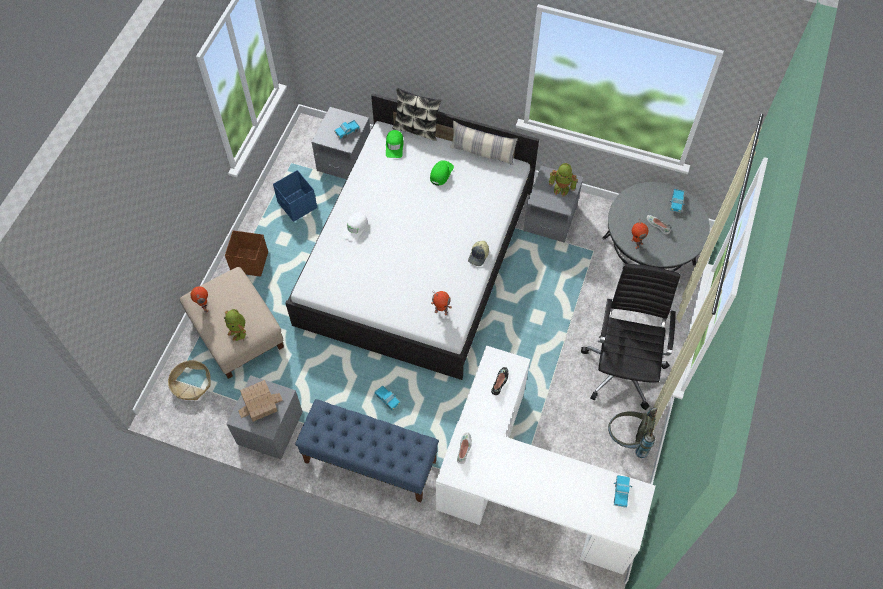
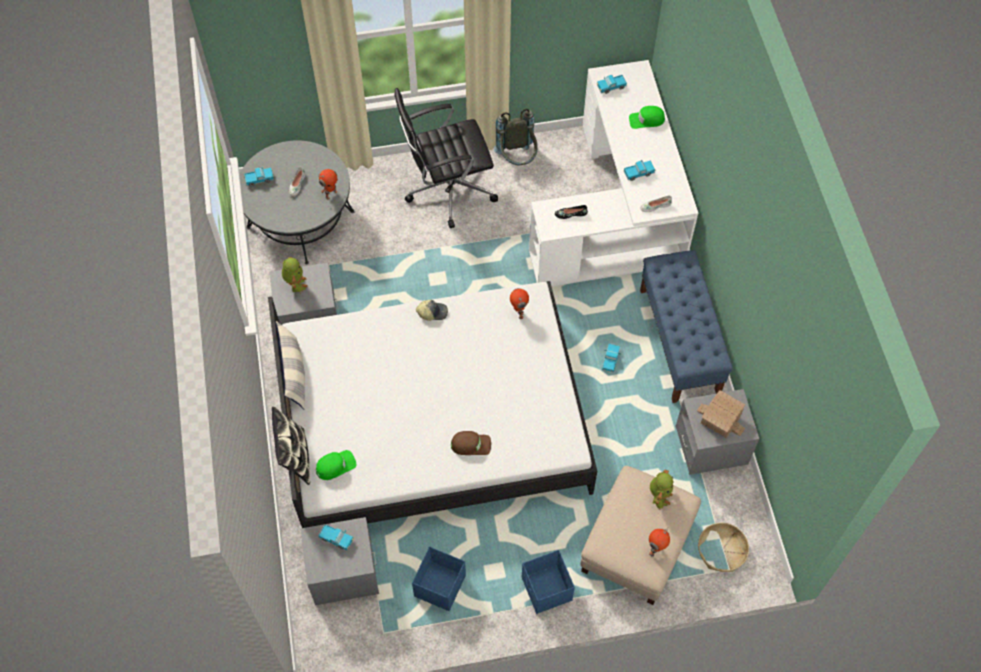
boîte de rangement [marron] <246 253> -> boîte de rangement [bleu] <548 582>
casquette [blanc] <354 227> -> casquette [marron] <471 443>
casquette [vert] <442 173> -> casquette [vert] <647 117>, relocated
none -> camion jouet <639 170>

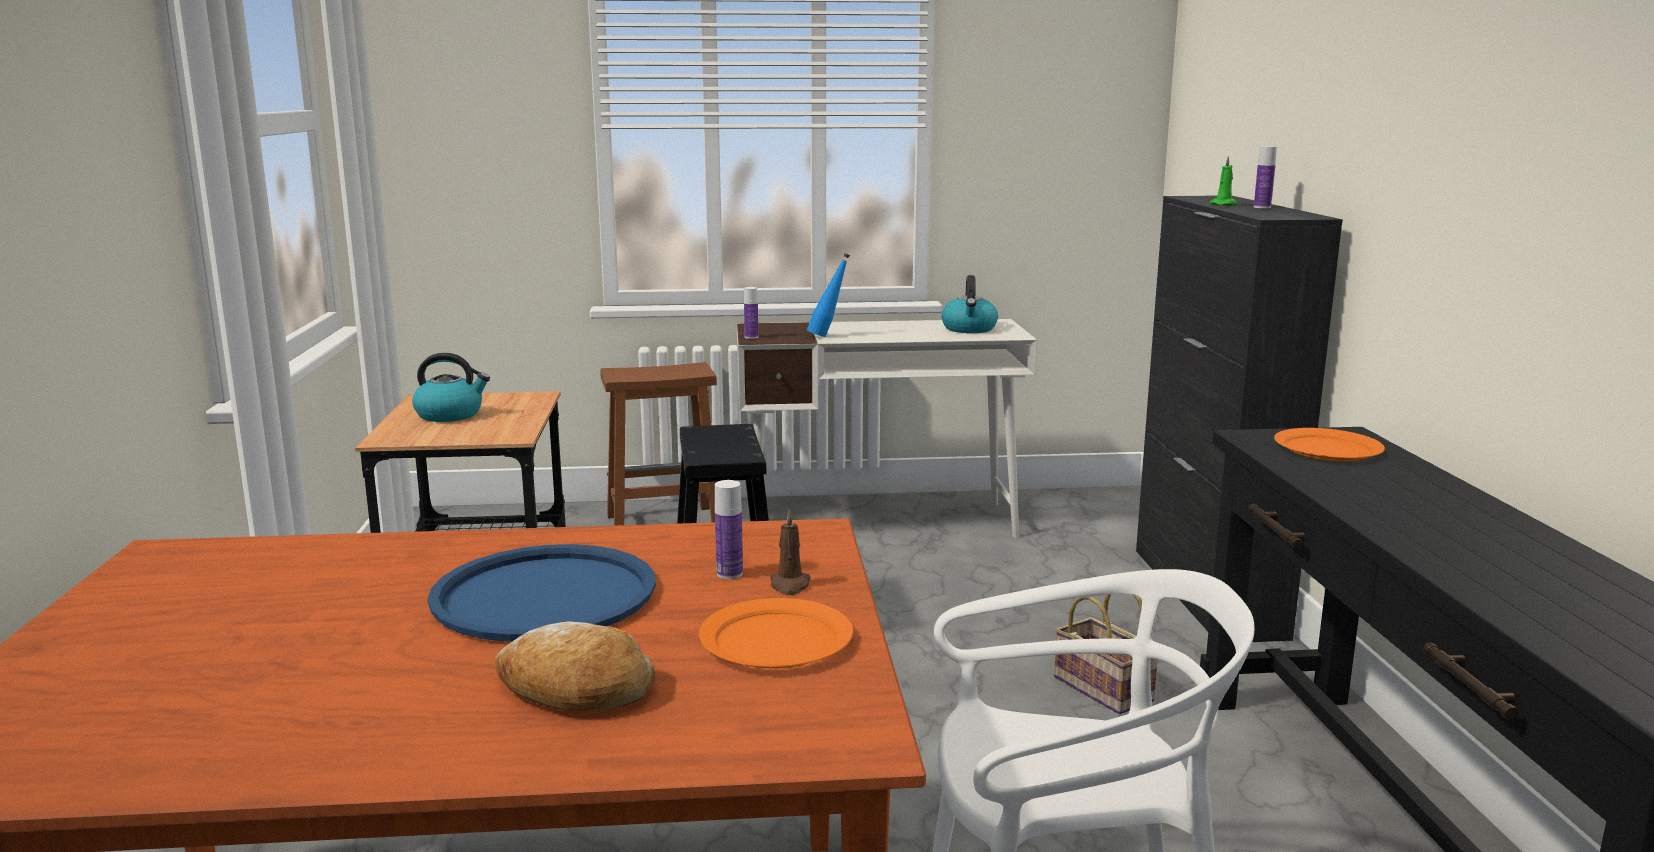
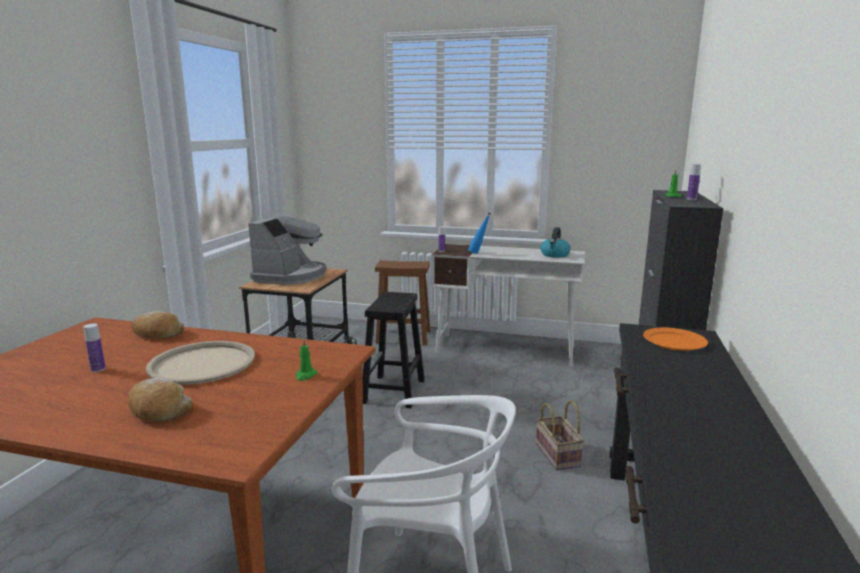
bouilloire <451 387> -> machine à café <287 250>
plateau [bleu] <542 593> -> plateau [beige] <200 363>
assiette [orange] <776 633> -> none
bouteille <729 529> -> bouteille <94 348>, relocated
bougie [marron] <790 552> -> bougie [vert] <307 360>
none -> pain <157 325>

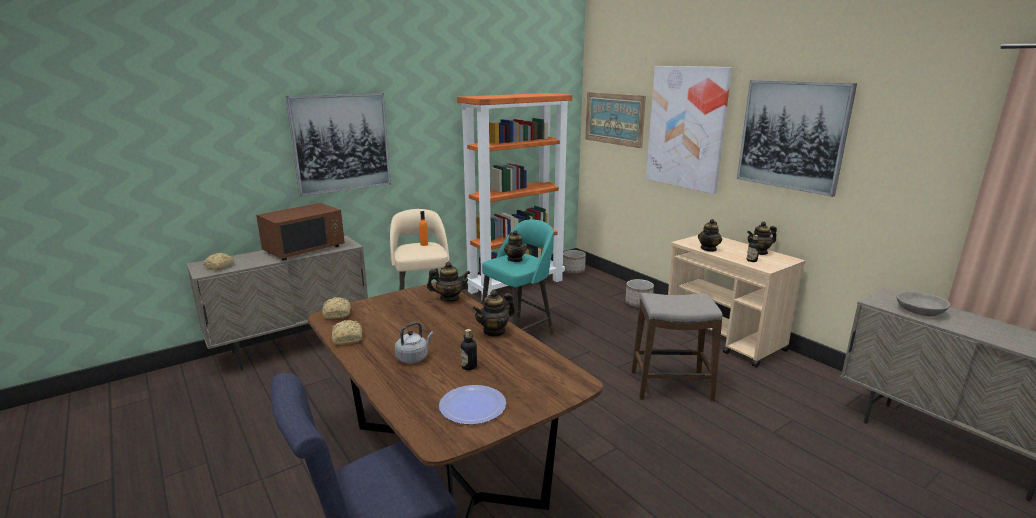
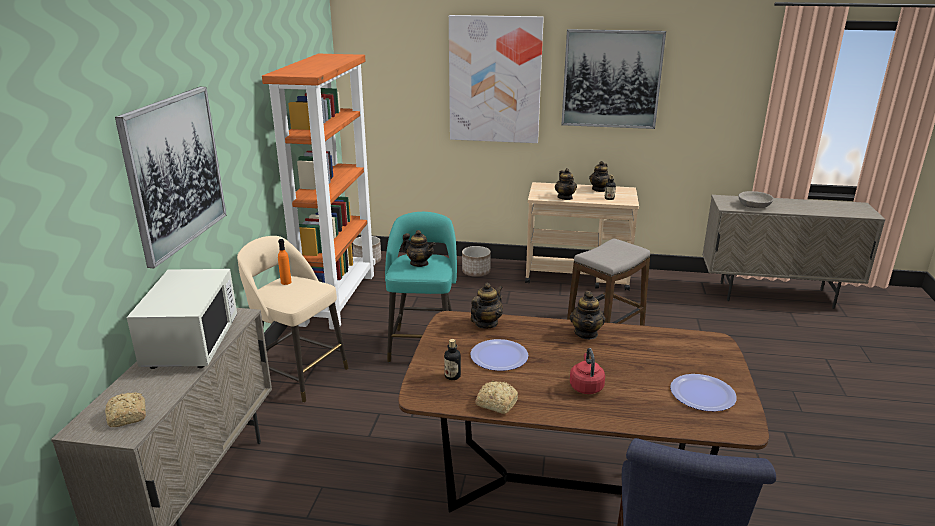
micro-ondes [marron] <300 232> -> micro-ondes [blanc] <181 319>
pain <336 308> -> none
bouilloire [gris] <414 342> -> bouilloire [rouge] <587 371>
bouteille <469 349> -> bouteille <452 359>, relocated
tableau <615 120> -> none
none -> assiette <499 355>

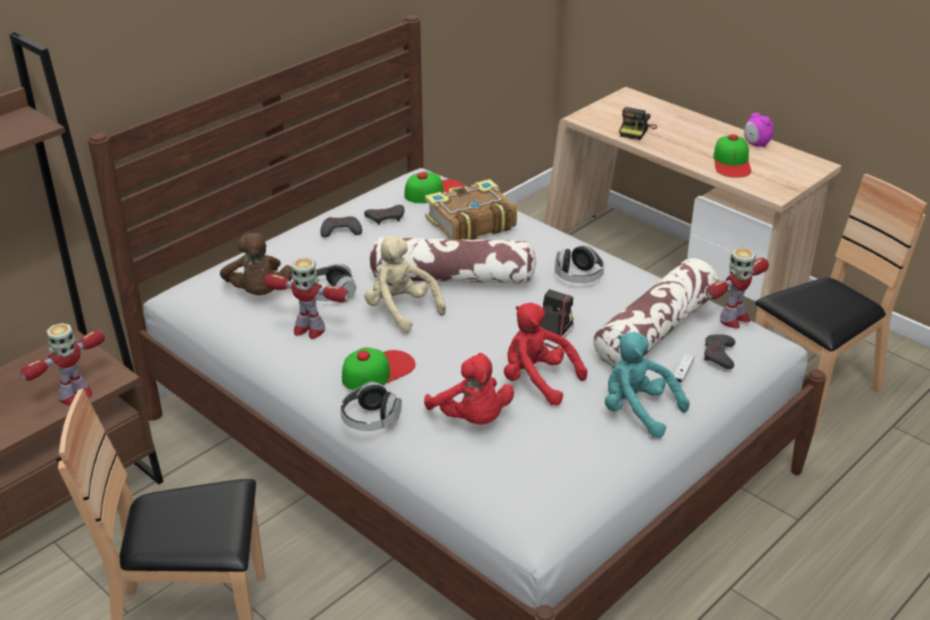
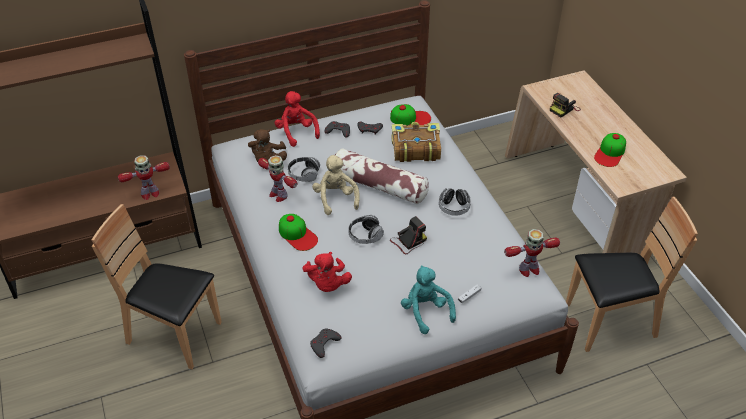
casque audio <371 406> -> casque audio <366 229>, relocated
casquette <378 369> -> casquette <298 232>, 60 degrees clockwise
peluche [rouge] <545 354> -> peluche [rouge] <297 119>, relocated
coussin <656 313> -> none
manette [gris] <719 351> -> manette [gris] <325 343>, relocated
réveil <759 130> -> none

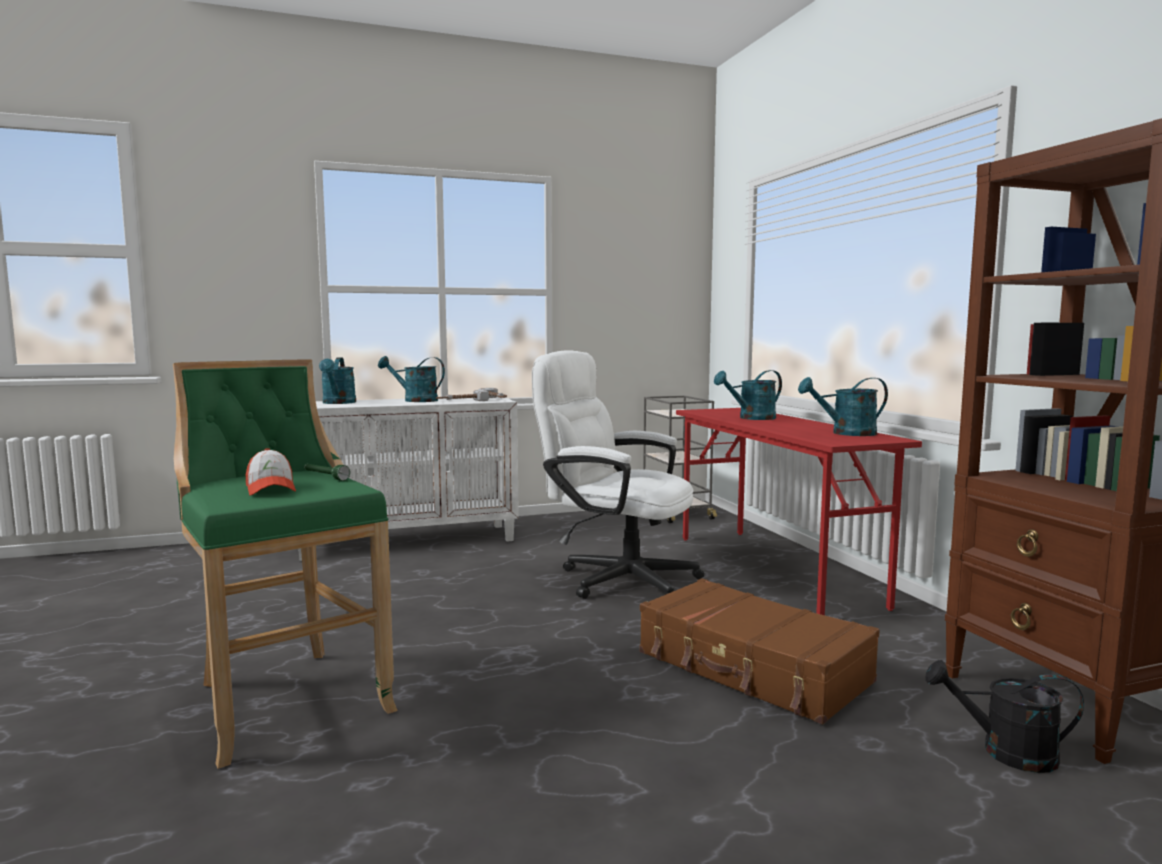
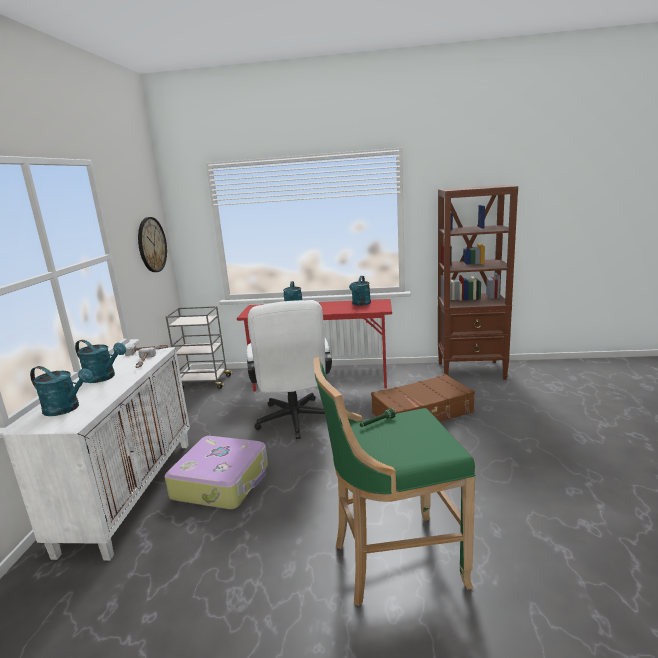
casquette <271 472> -> none
arrosoir [turquoise] <411 379> -> arrosoir [turquoise] <100 361>, 105 degrees counterclockwise
chaise de bureau [blanc] <618 474> -> chaise de bureau [blanc] <289 369>, 60 degrees counterclockwise
arrosoir [noir] <1004 716> -> none
none -> horloge murale <152 244>
none -> valise <216 472>

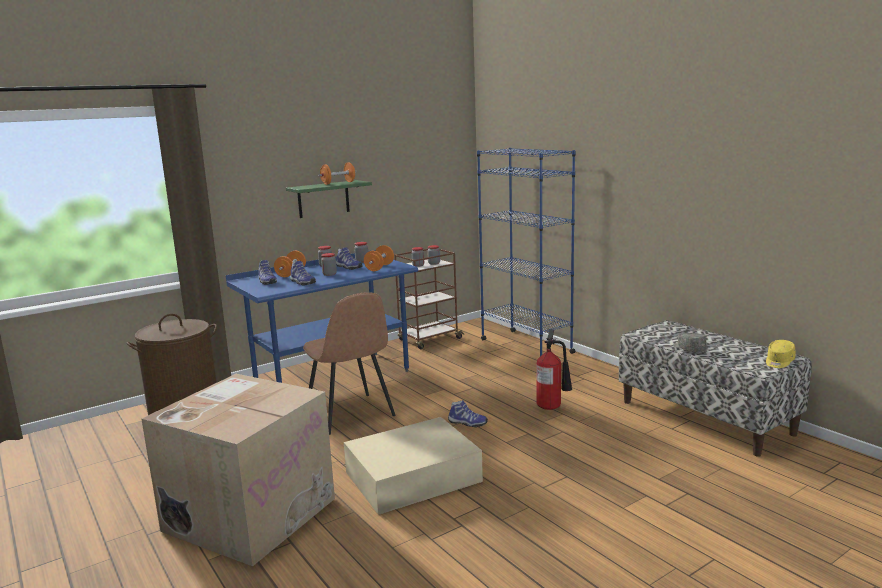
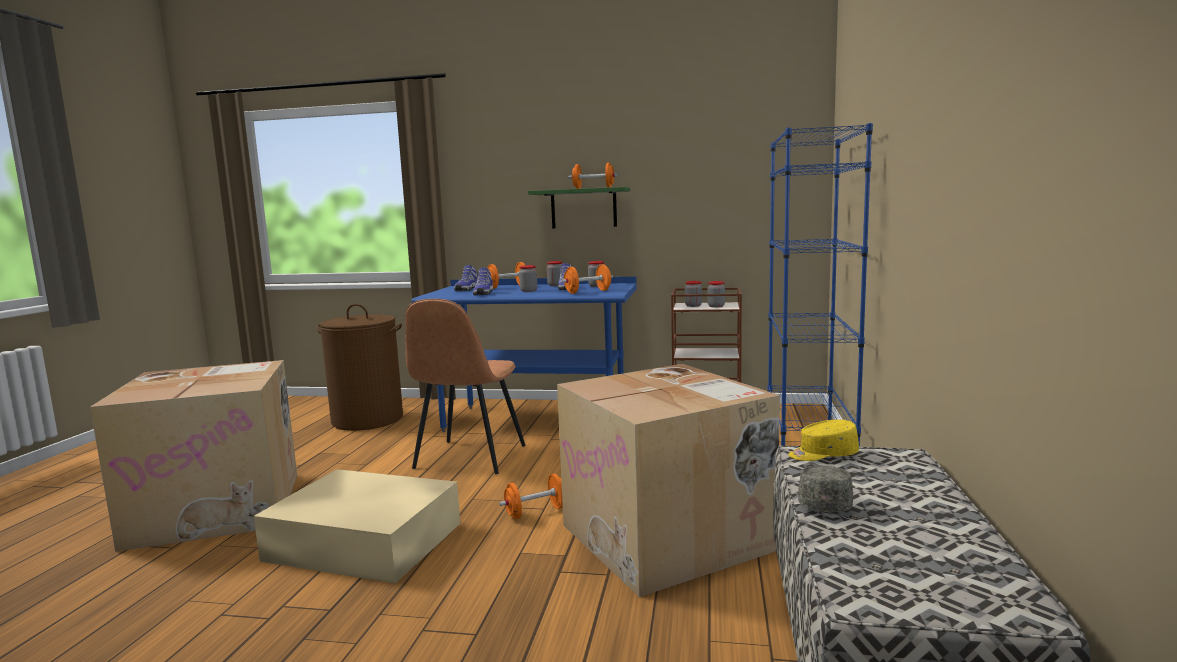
chaussure <468 414> -> haltère [orange] <531 496>
extincteur <554 369> -> carton <668 480>
casquette [jaune] <781 354> -> casquette [jaune] <823 440>, relocated

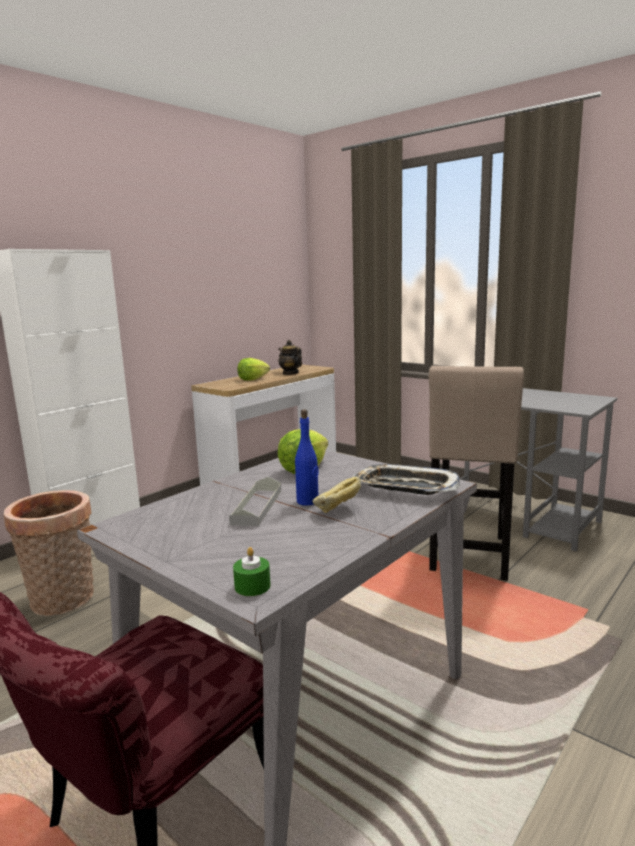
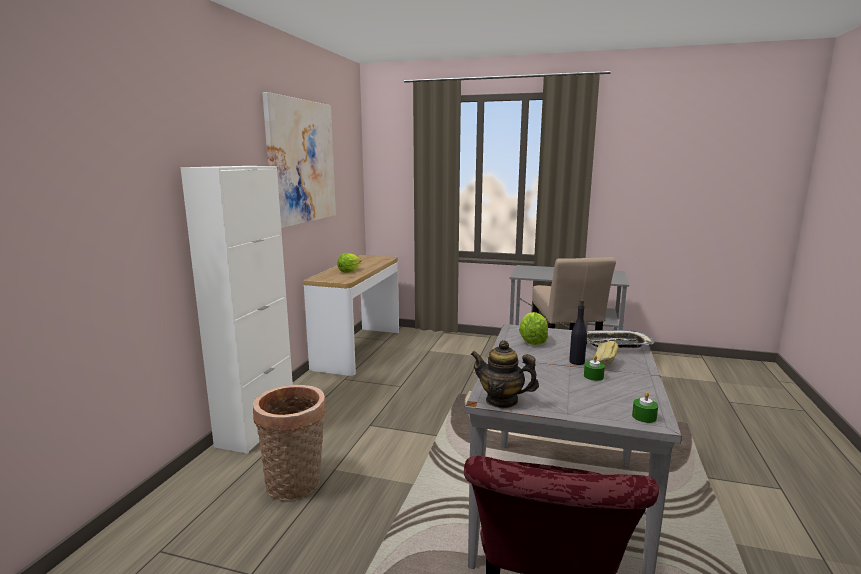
plateau [gris] <255 501> -> none
théière <290 357> -> théière <504 374>, relocated
bouteille [bleu] <307 457> -> bouteille [noir] <578 332>
none -> tableau <299 160>
none -> bougie [vert] <594 368>

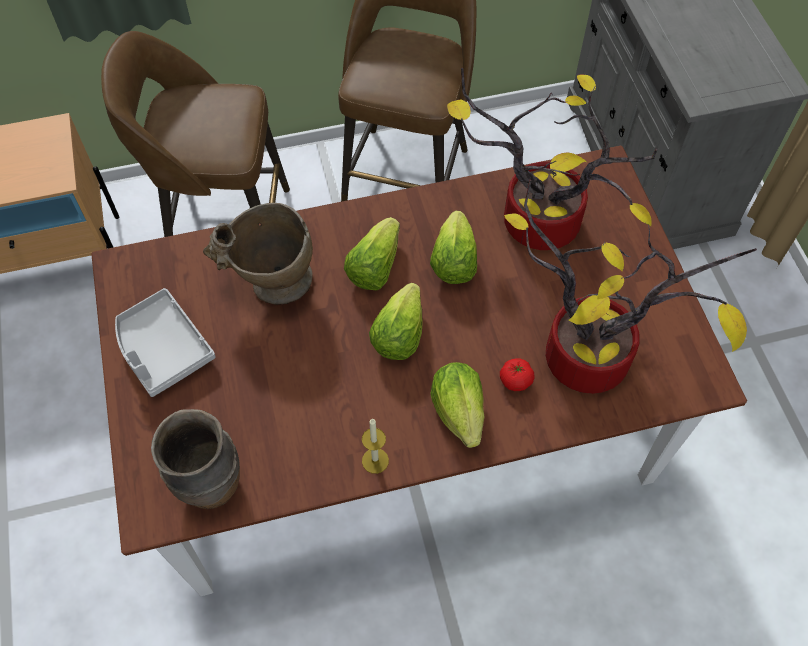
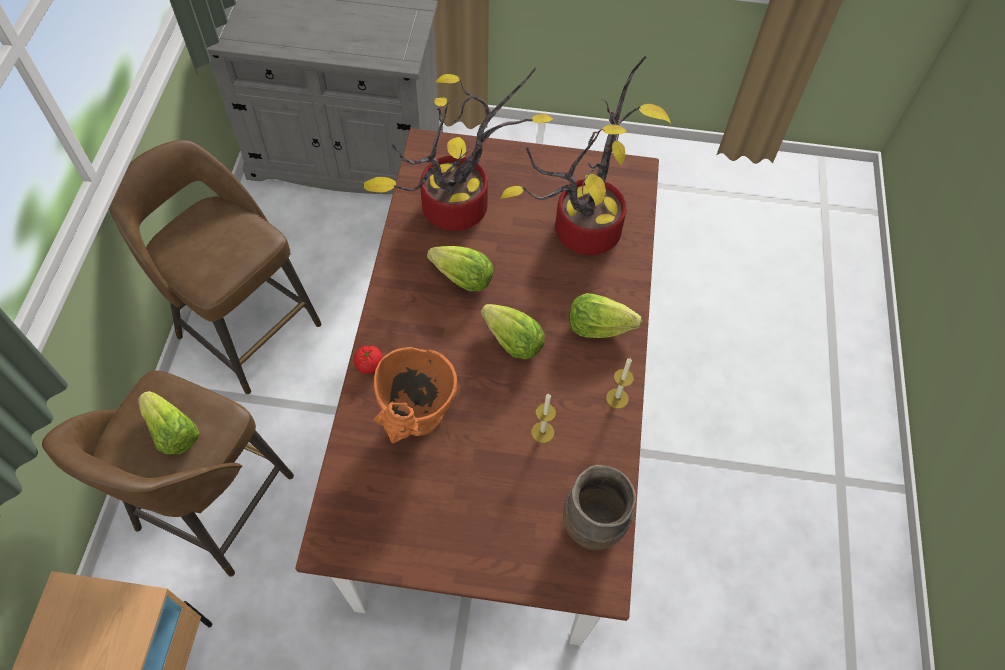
plateau [gris] <165 342> -> none
vase [beige] <258 254> -> vase [orange] <415 395>
laitue <372 253> -> laitue <169 422>, relocated
tomate <517 375> -> tomate <368 360>, relocated
none -> bougie <543 418>

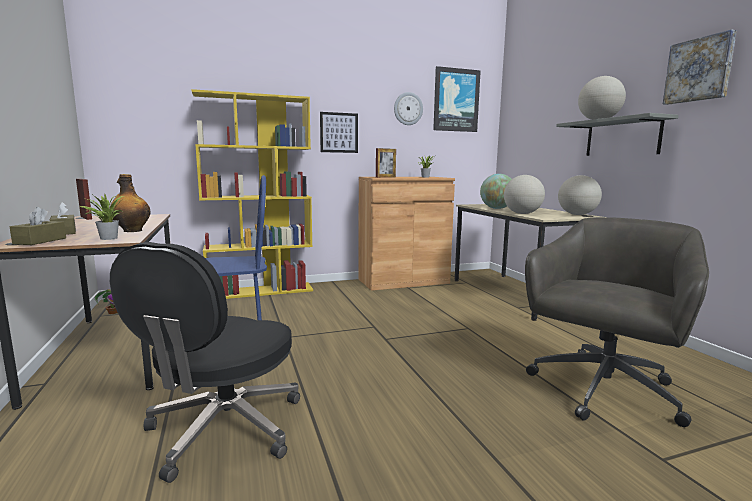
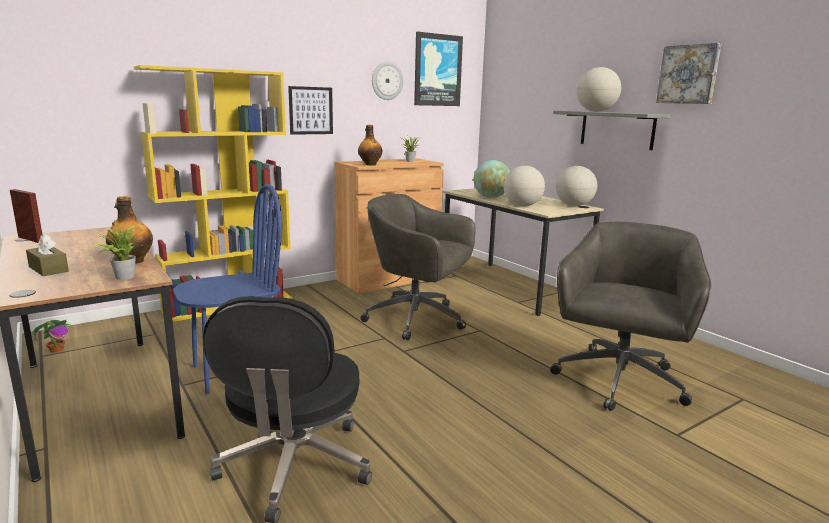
boîte à mouchoirs [marron] <38 226> -> none
cadre photo <386 163> -> bouteille <370 145>
none -> chaise de bureau [gris] <417 267>

